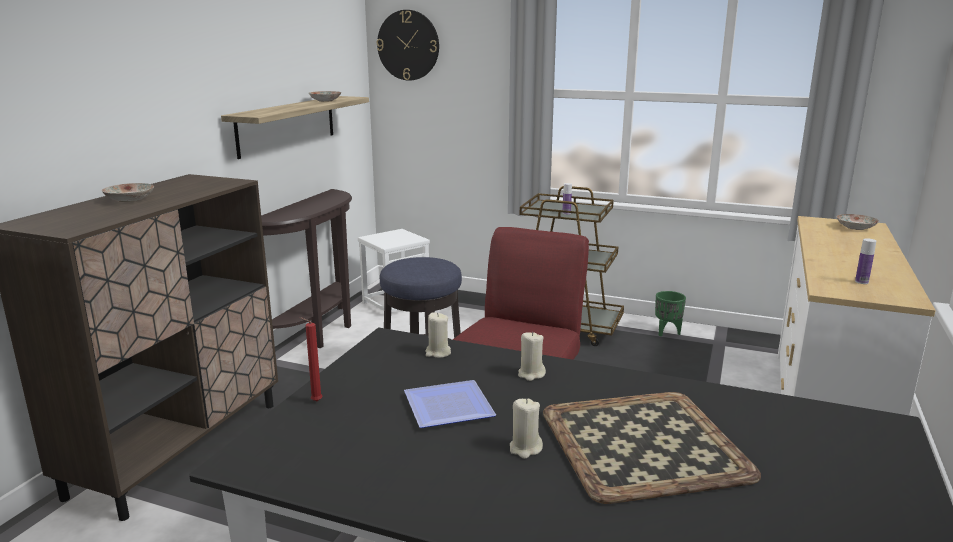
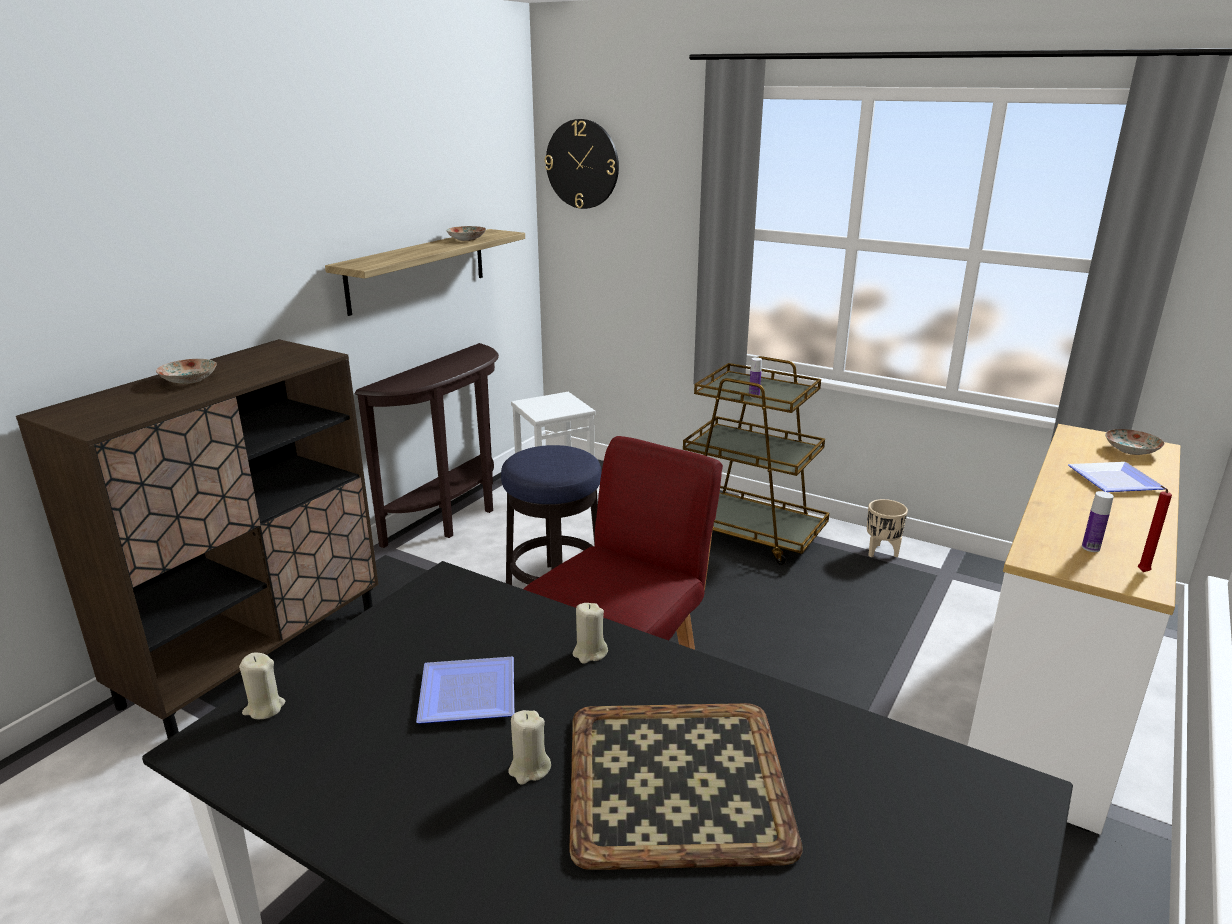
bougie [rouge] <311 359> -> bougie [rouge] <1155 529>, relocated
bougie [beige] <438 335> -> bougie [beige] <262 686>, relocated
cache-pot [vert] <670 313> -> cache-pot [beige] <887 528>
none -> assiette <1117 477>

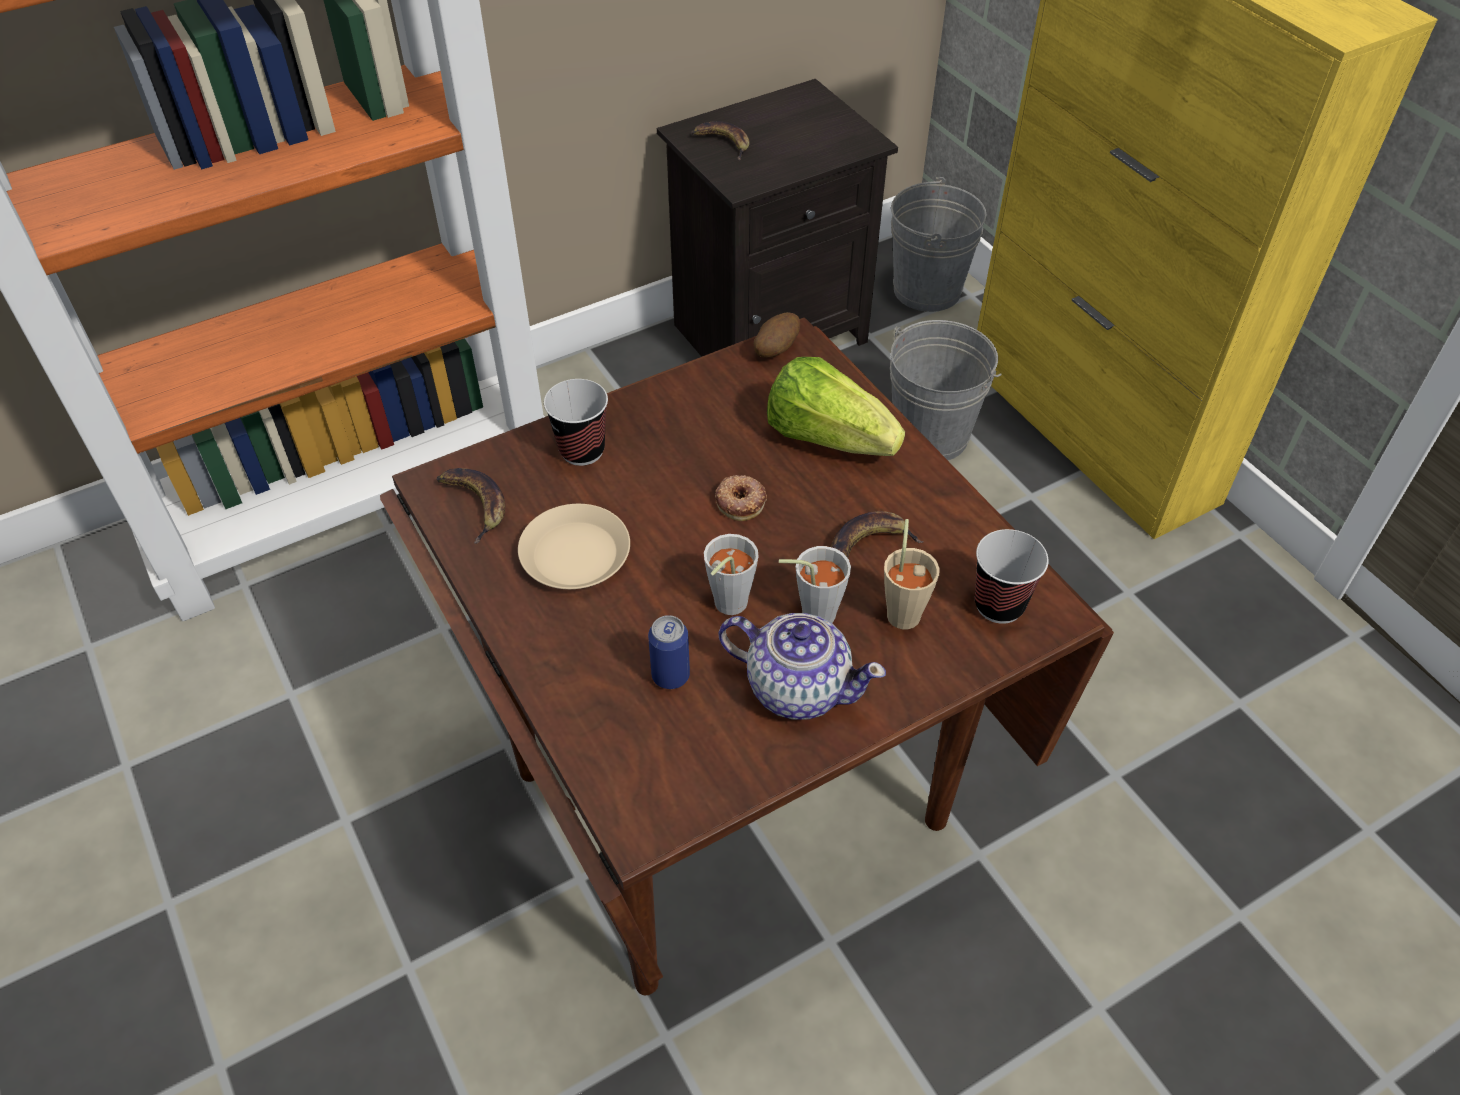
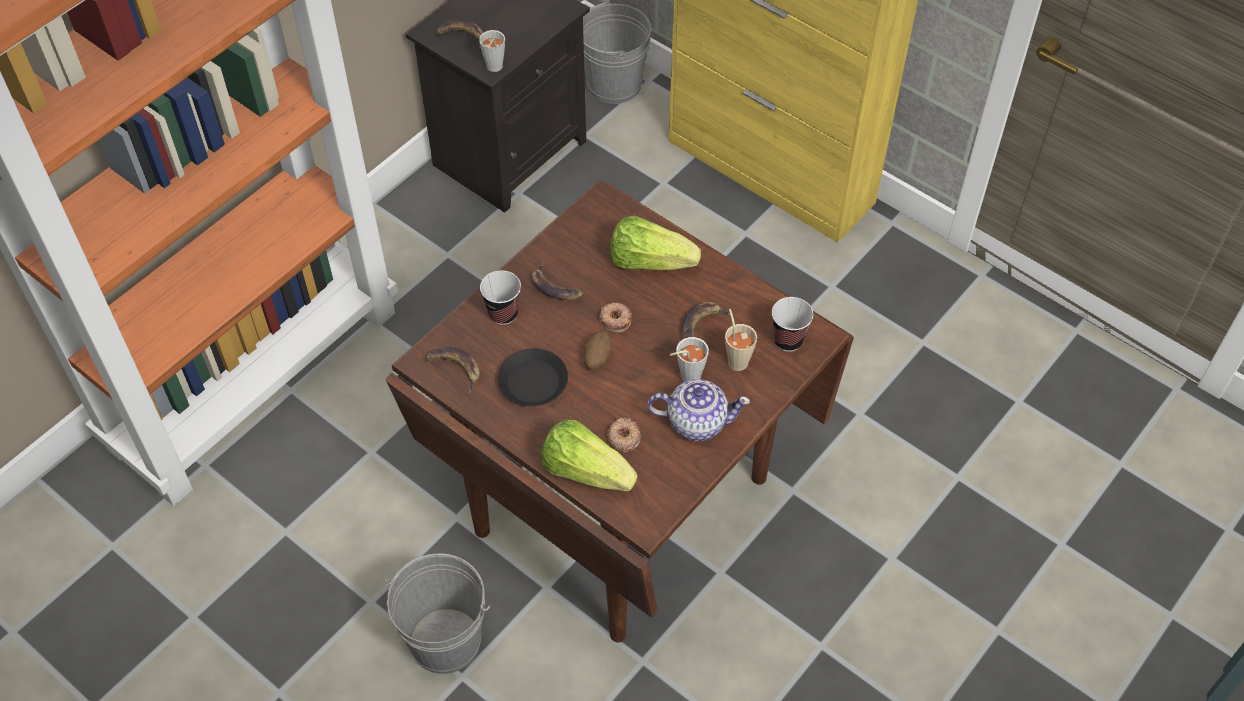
assiette [beige] <574 546> -> assiette [noir] <533 377>
boîte métallique <669 652> -> beignet <624 435>
tasse [gris] <731 574> -> tasse [gris] <492 51>, relocated
pomme de terre <777 335> -> pomme de terre <598 350>, relocated
seau [gris] <946 390> -> seau [gris] <437 613>, relocated
none -> banane <557 281>
none -> laitue <589 455>

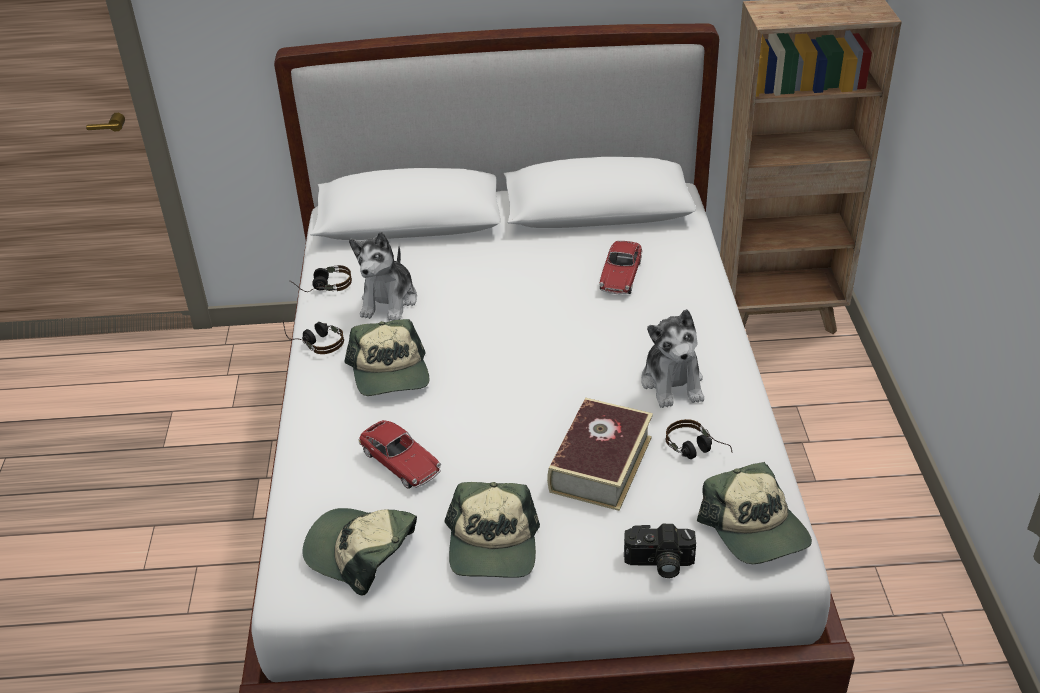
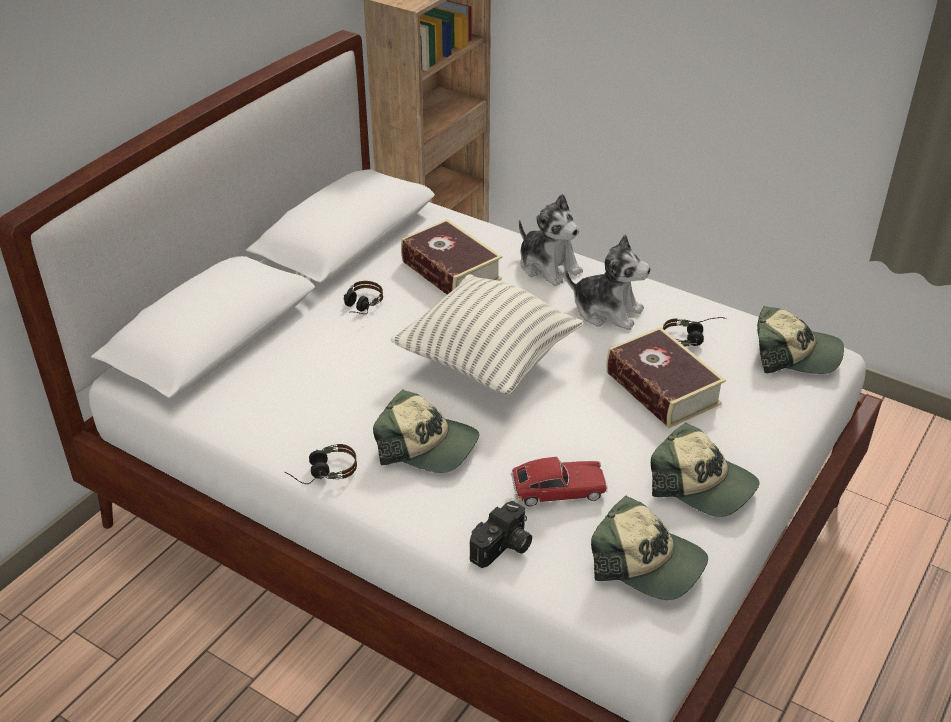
casque audio <321 278> -> casque audio <363 297>, relocated
casquette <360 551> -> casquette <649 547>, 120 degrees counterclockwise
peluche <383 276> -> peluche <551 240>, relocated
petite voiture <621 268> -> livre <451 257>
appareil photo <660 551> -> appareil photo <501 534>, relocated
none -> coussin <486 334>

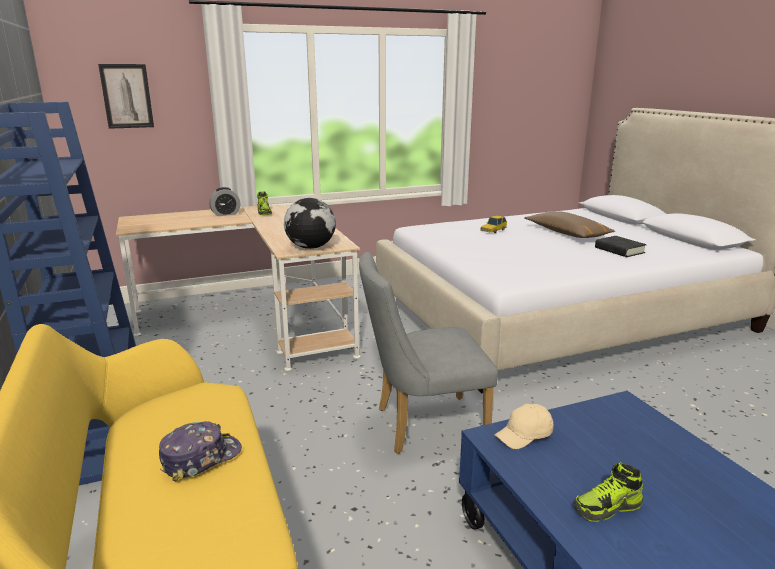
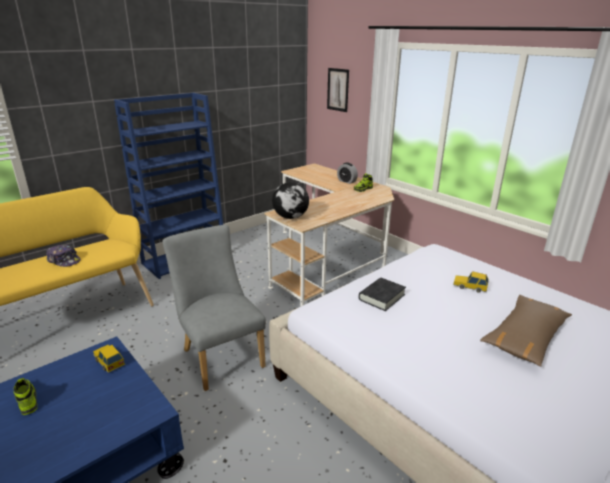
casquette [beige] <524 426> -> petite voiture <109 359>
livre [noir] <621 246> -> livre [noir] <382 294>, relocated

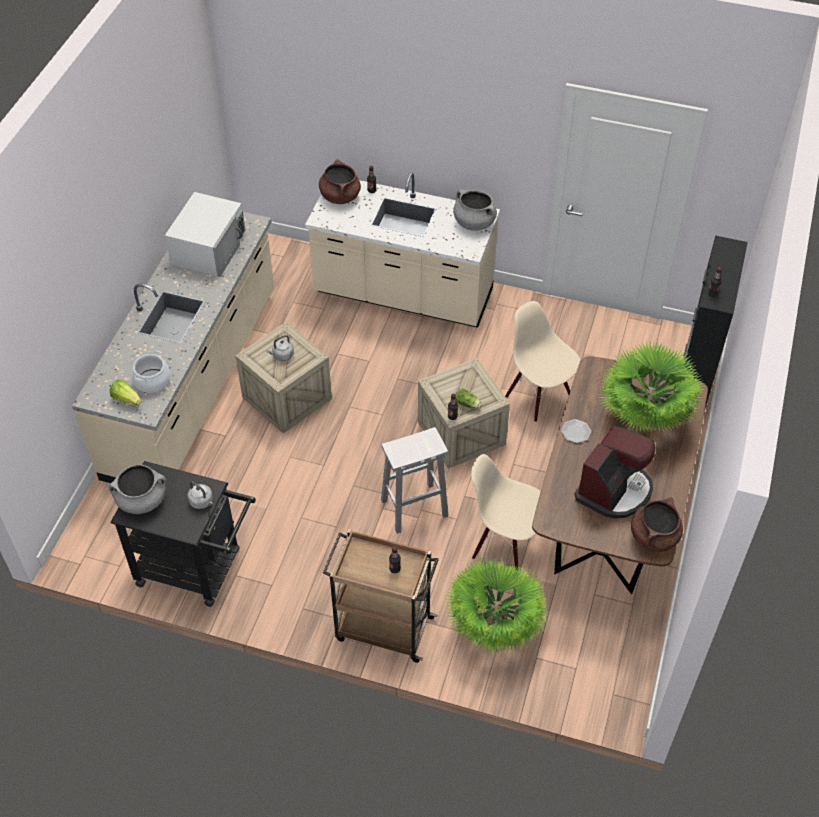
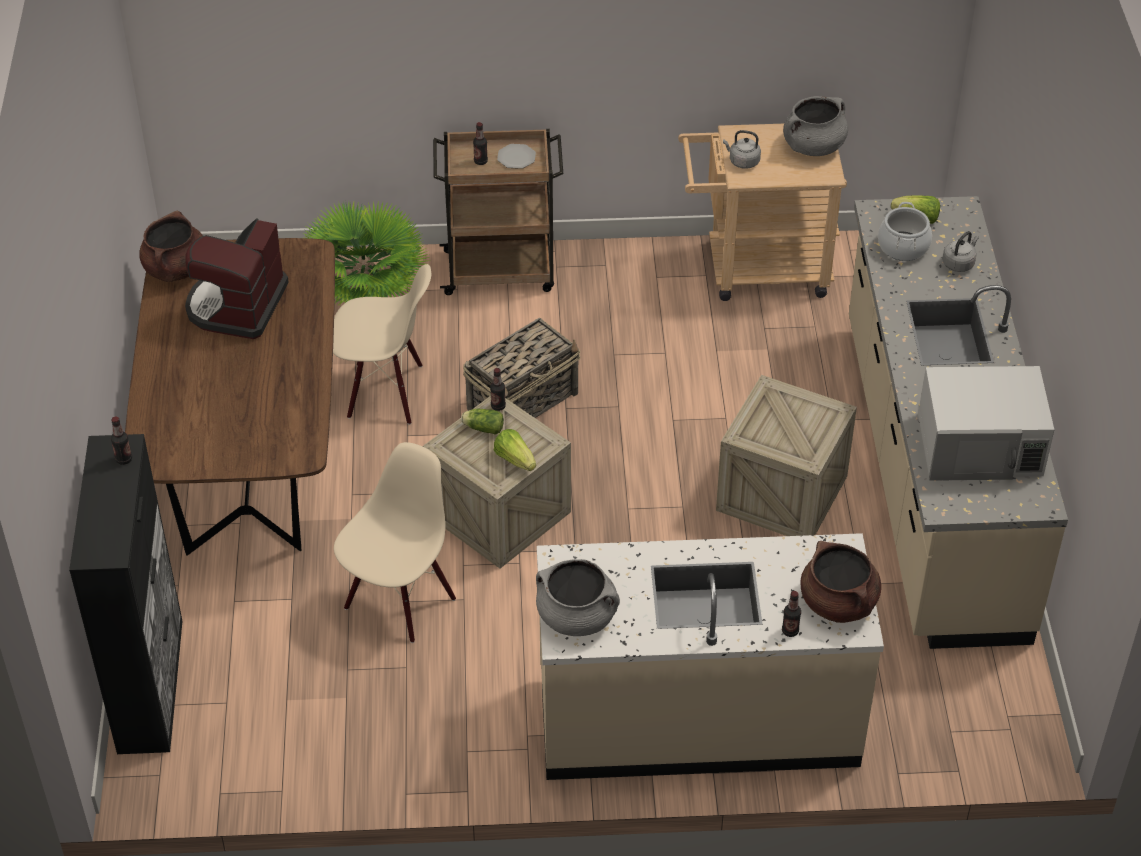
chariot [noir] <183 534> -> chariot [beige] <762 212>
micro-ondes [blanc] <205 234> -> micro-ondes [blanc] <986 423>, 90 degrees counterclockwise
bouilloire [gris] <280 348> -> bouilloire [gris] <960 251>, relocated
tabouret [blanc] <414 480> -> panier <521 368>
chaise [beige] <543 361> -> chaise [beige] <395 542>, 90 degrees counterclockwise
assiette <576 431> -> assiette <516 156>, relocated
plante en pot <651 387> -> none
none -> laitue <515 450>

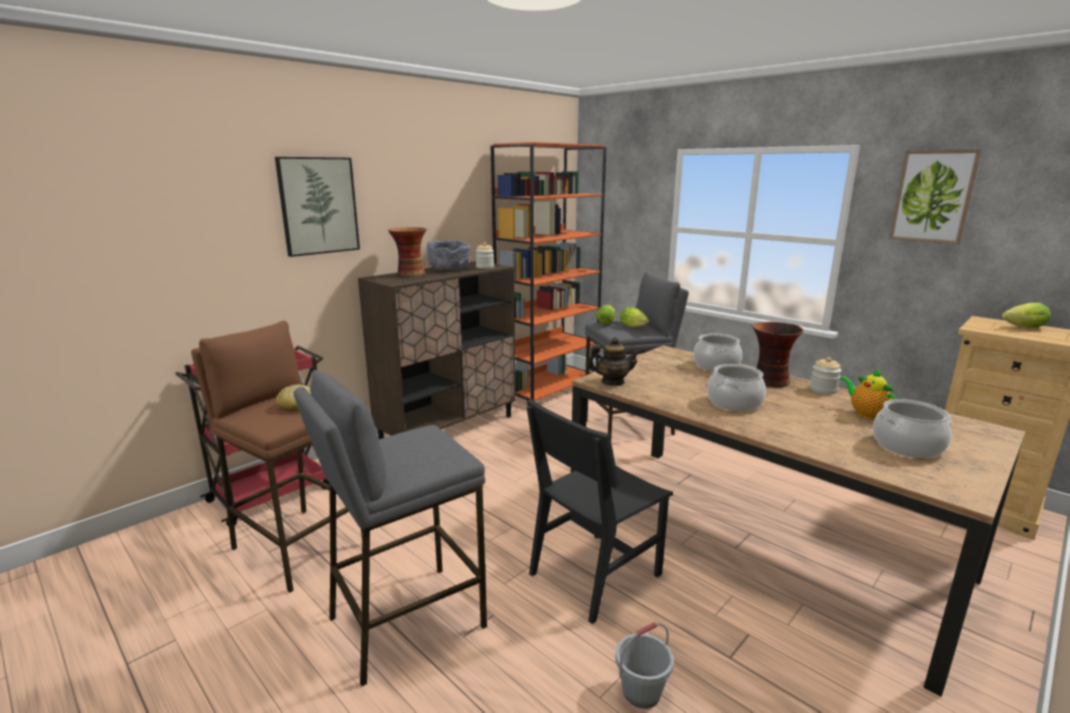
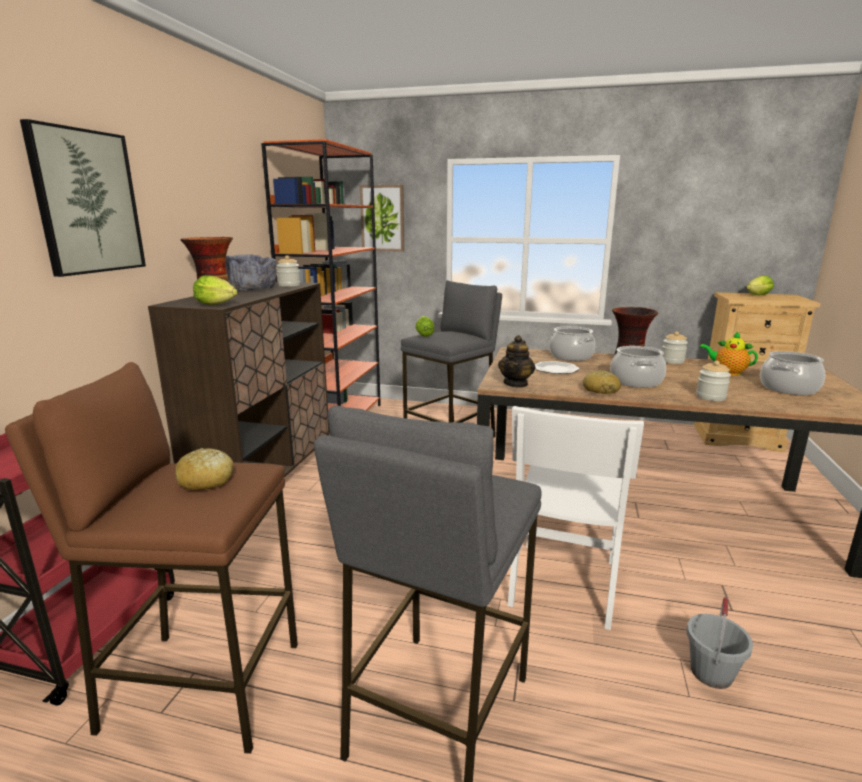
chaise [noir] <600 511> -> chaise [blanc] <576 518>
théière <613 361> -> théière <516 361>, 135 degrees clockwise
laitue <634 317> -> laitue <215 290>, relocated
tableau <935 197> -> tableau <382 218>, relocated
none -> assiette <557 367>
none -> pain <602 382>
none -> bocal <713 381>

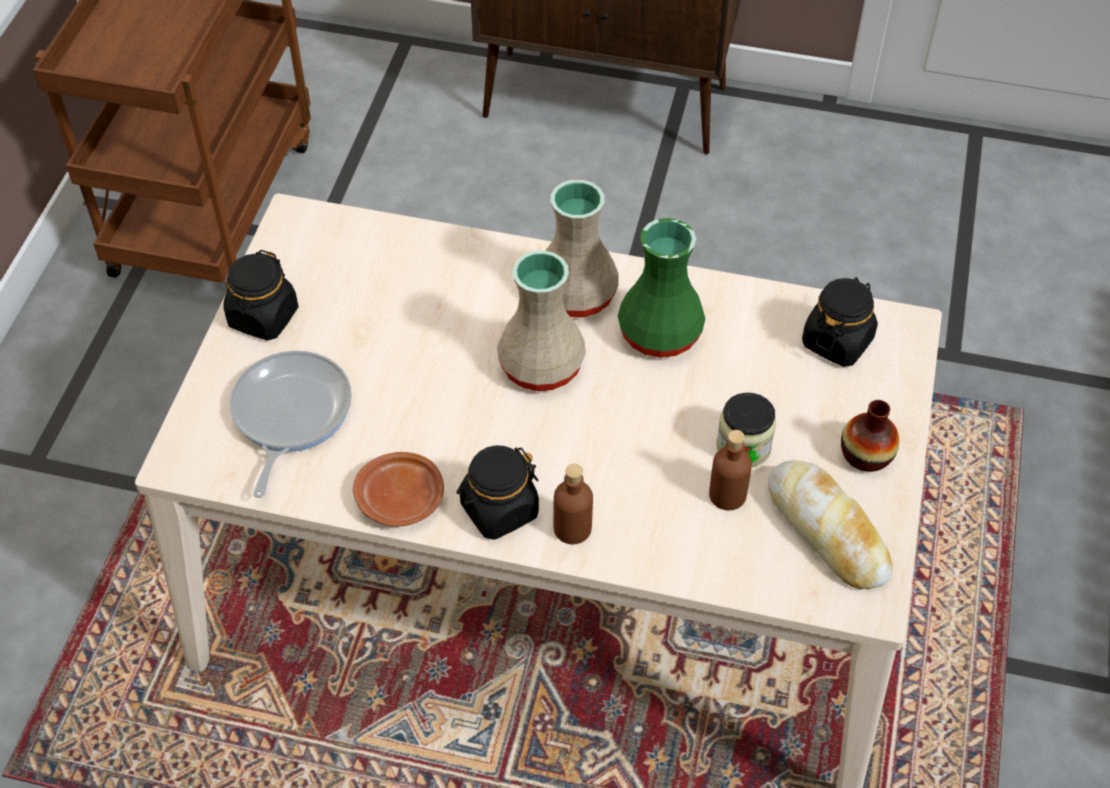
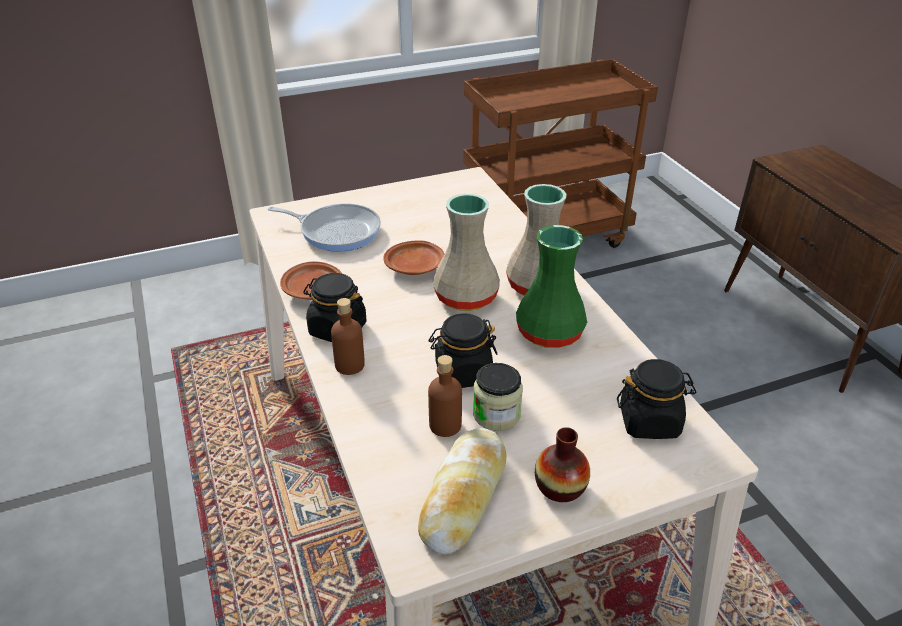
bocal [noir] <261 295> -> bocal [noir] <463 350>, relocated
poêle <291 424> -> poêle <324 227>, 45 degrees clockwise
none -> assiette [marron] <413 257>

